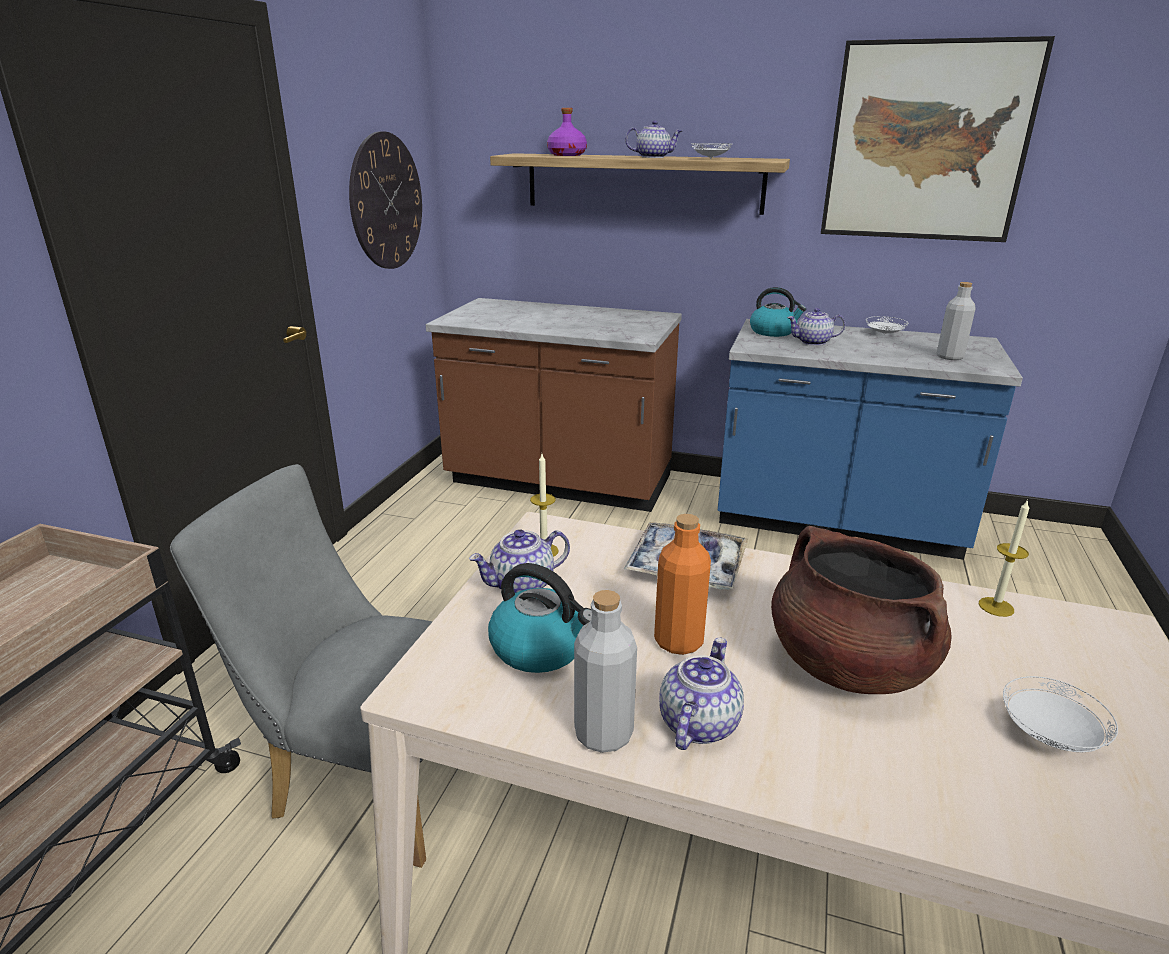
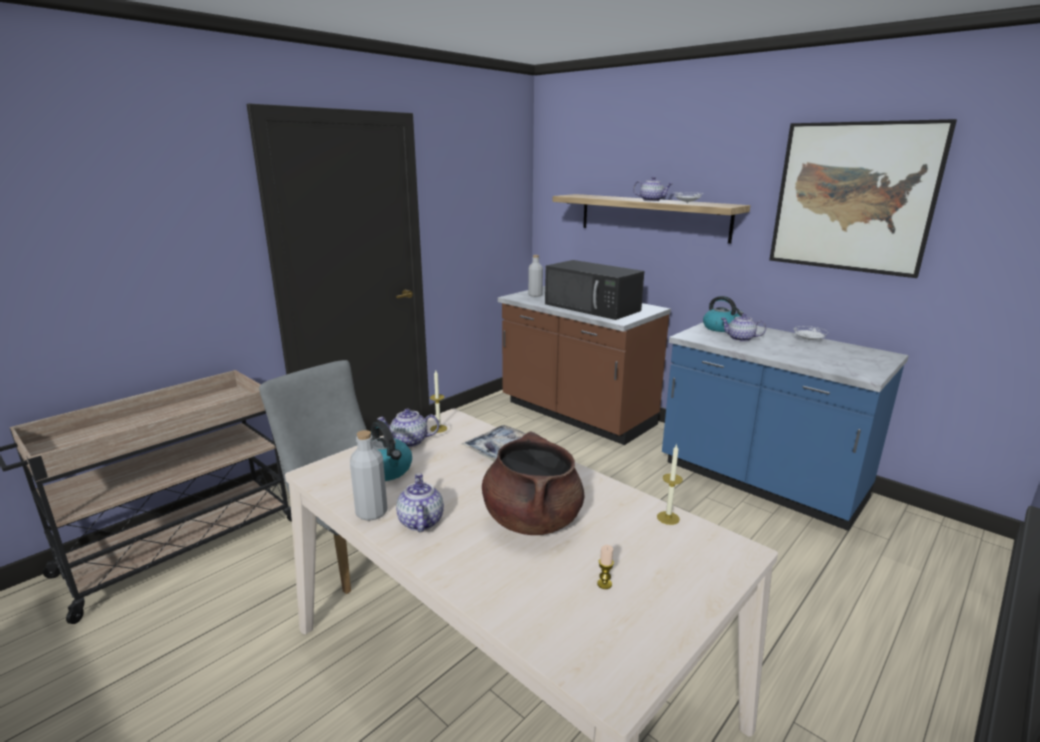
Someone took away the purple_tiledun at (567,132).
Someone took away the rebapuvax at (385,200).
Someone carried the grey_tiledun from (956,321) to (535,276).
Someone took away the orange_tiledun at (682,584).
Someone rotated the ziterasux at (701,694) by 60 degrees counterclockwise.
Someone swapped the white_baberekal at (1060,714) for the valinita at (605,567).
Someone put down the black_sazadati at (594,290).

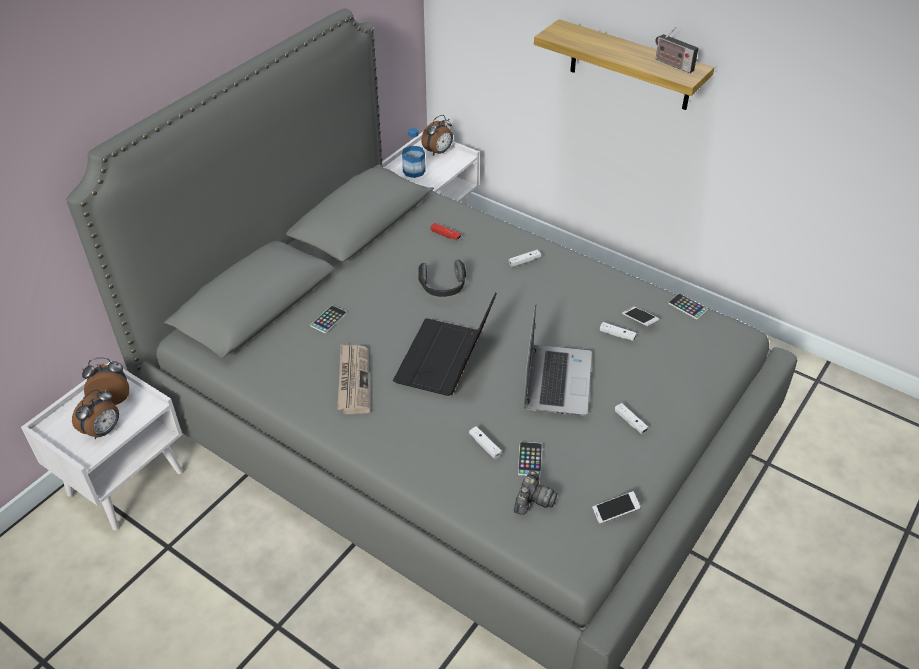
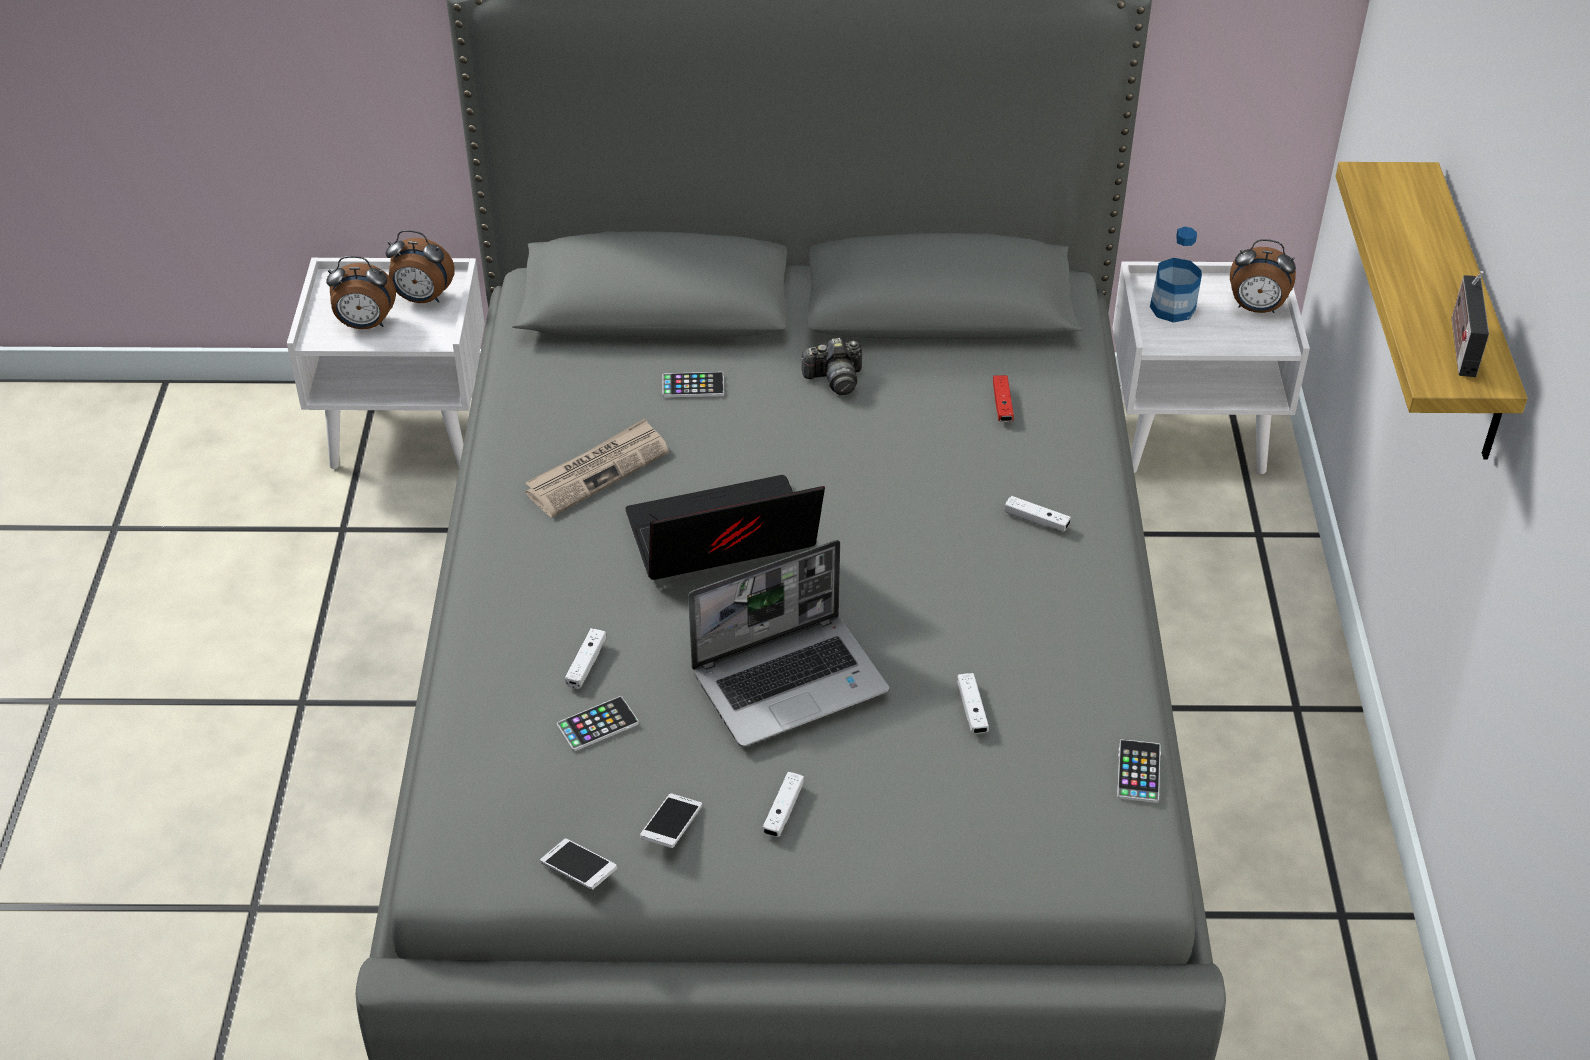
Someone took away the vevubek at (442,278).
Someone carried the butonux from (640,316) to (671,820).
Someone rotated the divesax at (105,381) by 150 degrees clockwise.
Someone carried the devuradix from (535,493) to (831,366).

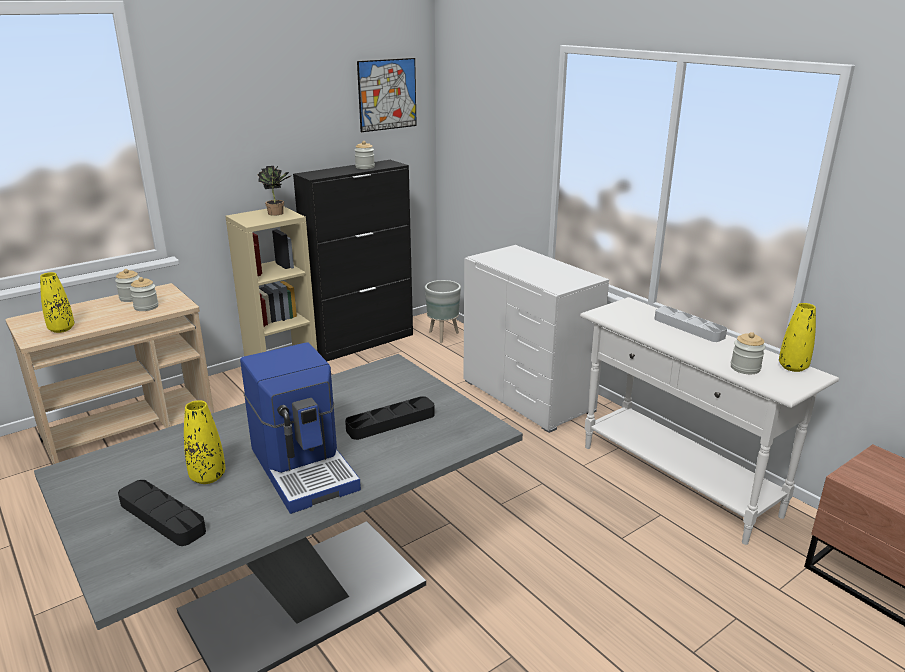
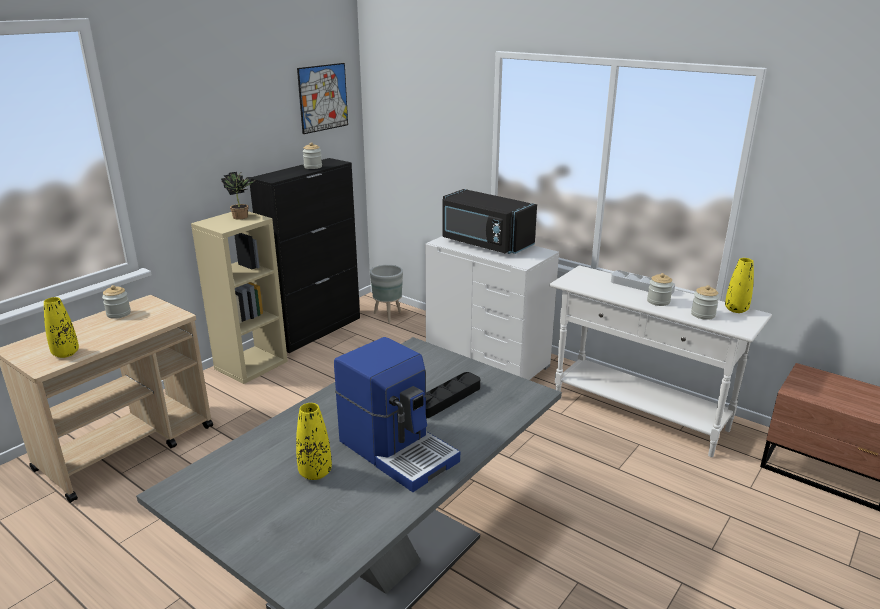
Someone carried the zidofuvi from (144,294) to (660,289).
Someone took away the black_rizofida at (162,513).
Someone put down the black_sazadati at (489,221).

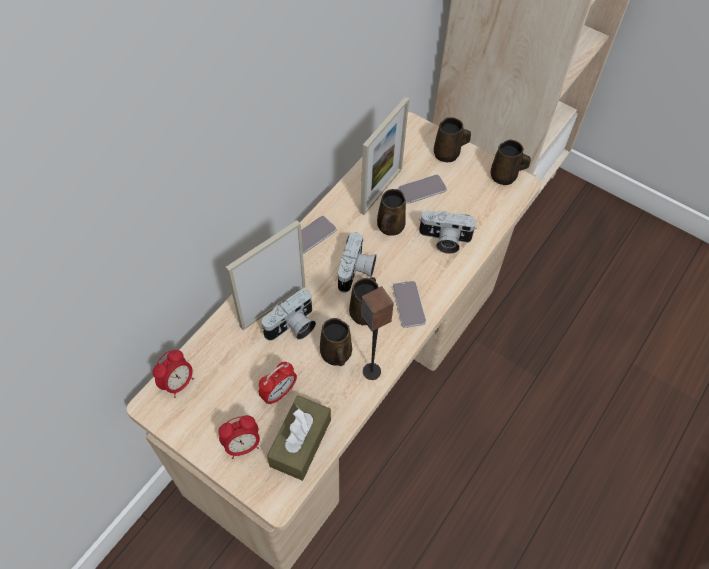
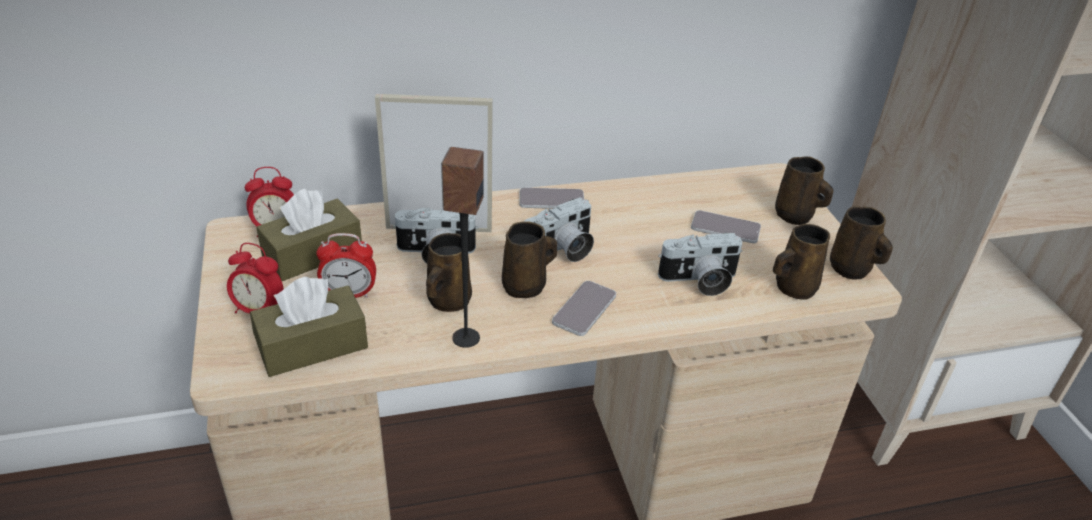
Someone took away the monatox at (384,156).
Someone carried the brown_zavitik from (391,212) to (801,262).
Someone rotated the devuradix at (448,232) by 60 degrees counterclockwise.
Someone put down the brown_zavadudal at (309,235).

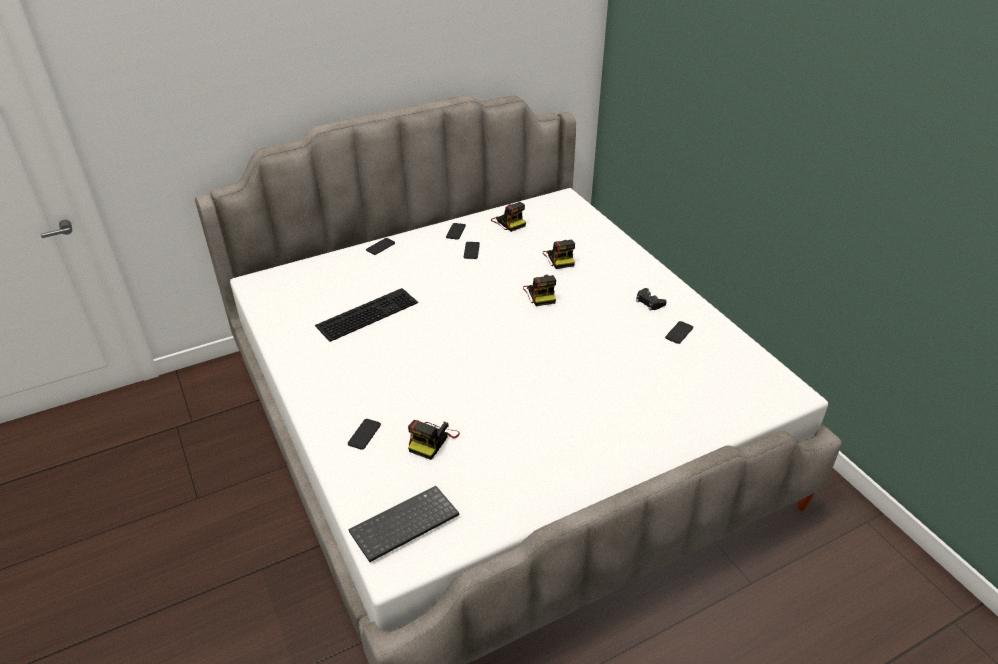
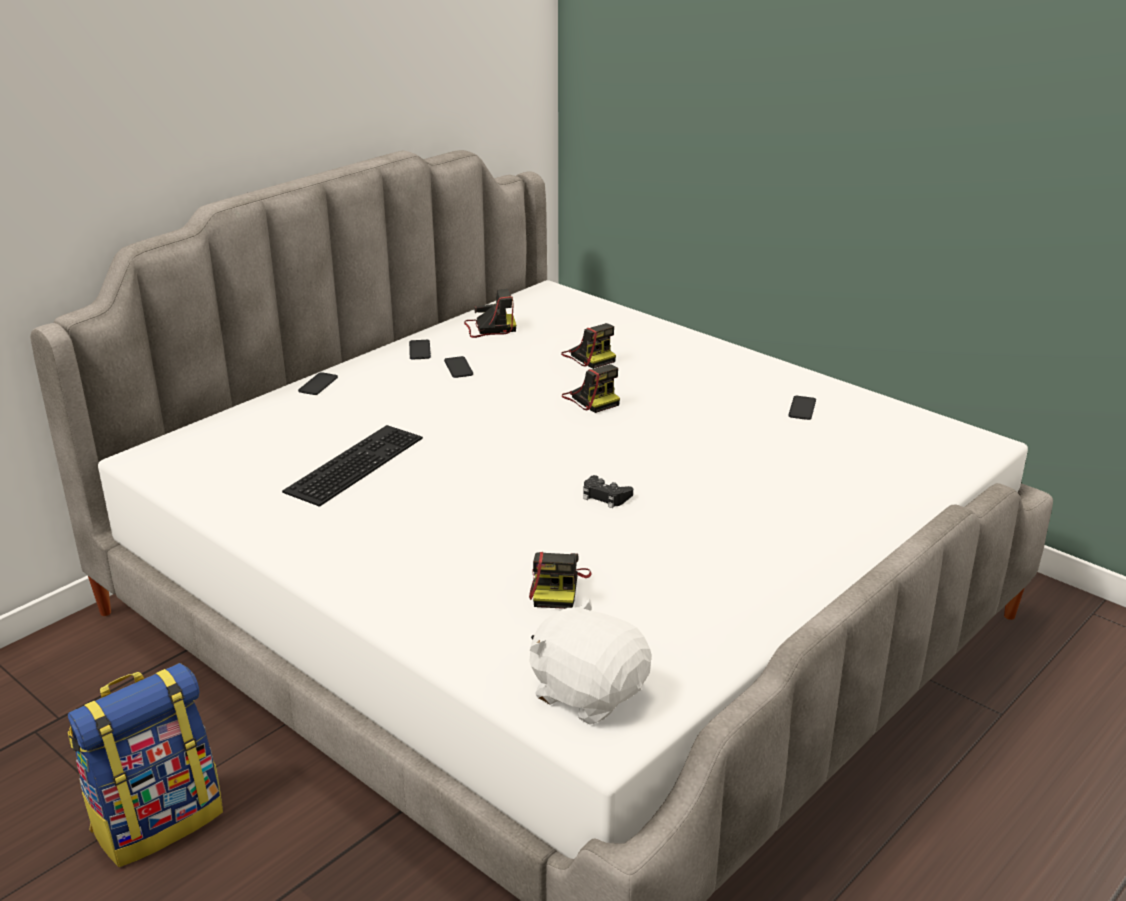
Someone rotated the devuradix at (508,217) by 45 degrees counterclockwise.
Someone carried the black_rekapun from (651,299) to (608,491).
Someone took away the butonux at (364,434).
Someone swapped the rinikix at (403,524) for the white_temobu at (591,661).
Someone put down the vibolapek at (145,765).

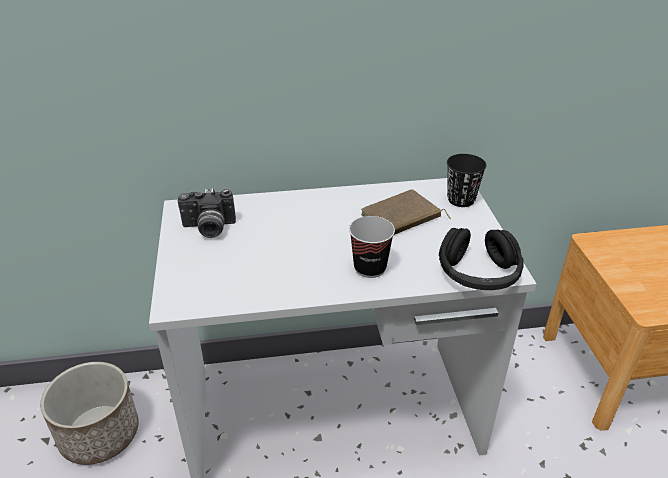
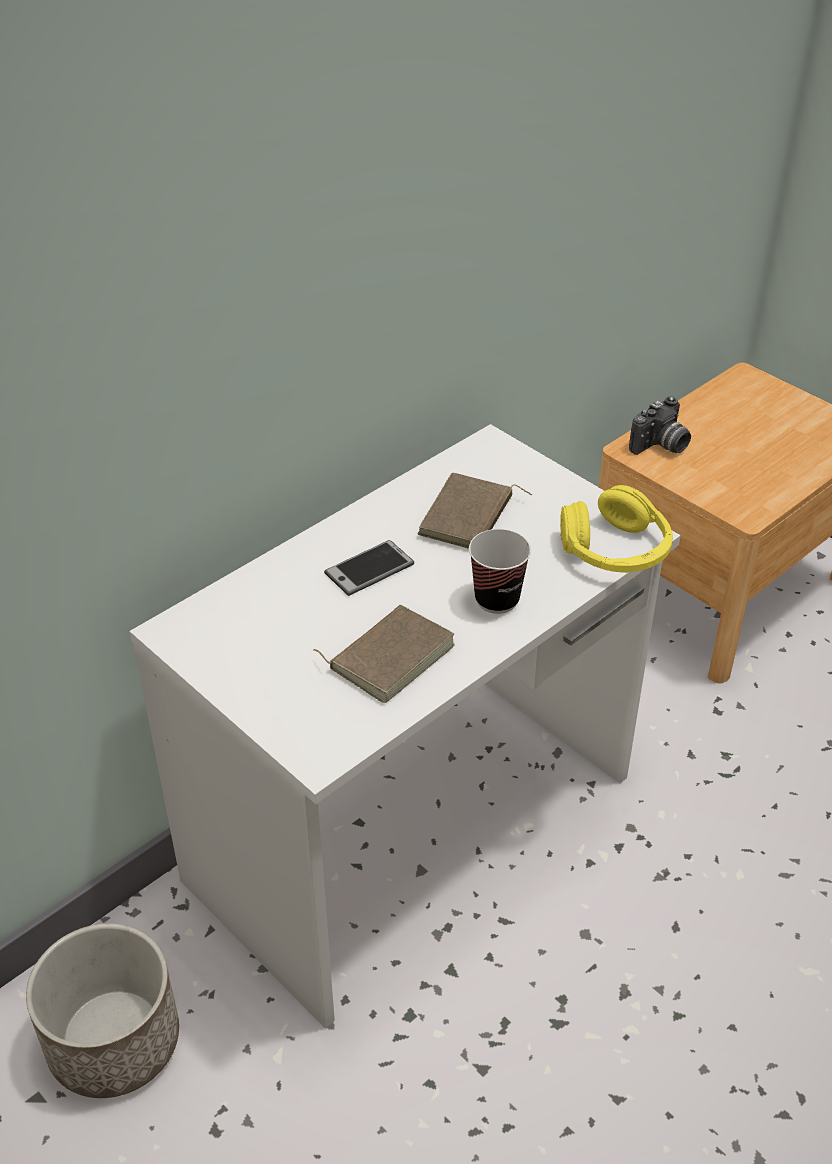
Someone took away the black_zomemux at (467,180).
Someone carried the devuradix from (207,213) to (660,426).
Someone repainted the black_vevubek at (481,259), which became the yellow_vevubek at (616,529).
Someone put down the butonux at (369,568).
Someone put down the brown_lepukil at (384,654).

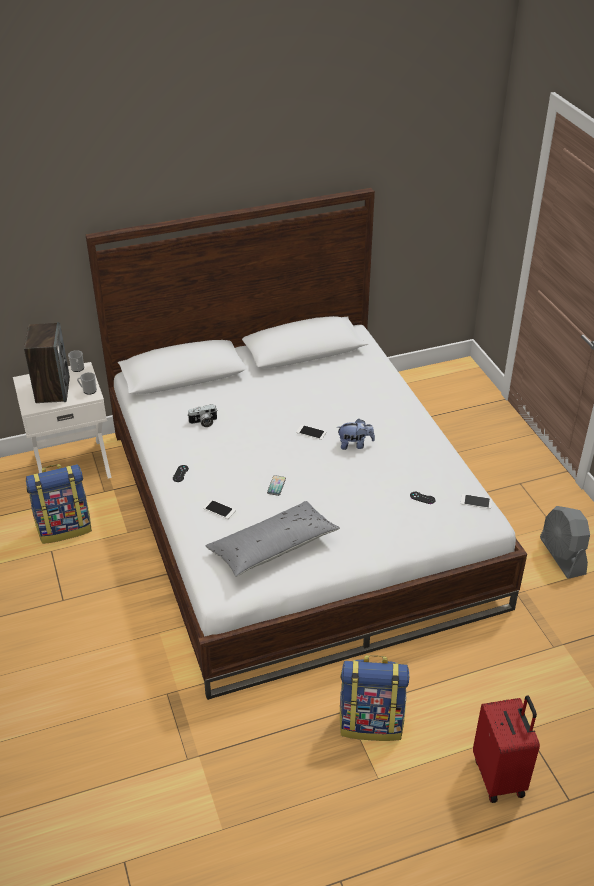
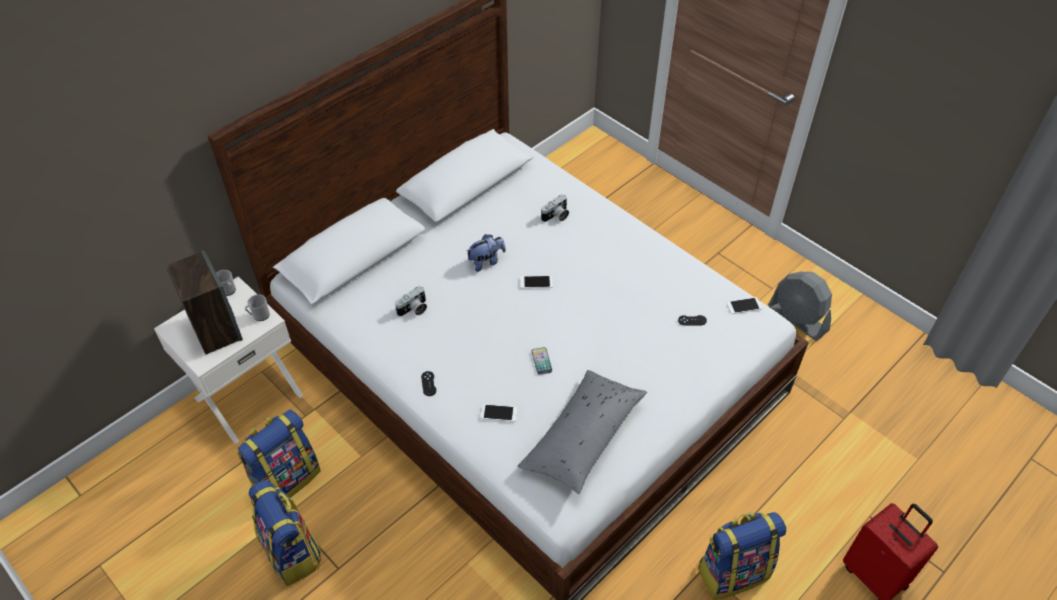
Someone carried the temobu from (356,434) to (486,253).
Someone put down the devuradix at (555,208).
Someone put down the vibolapek at (285,533).

